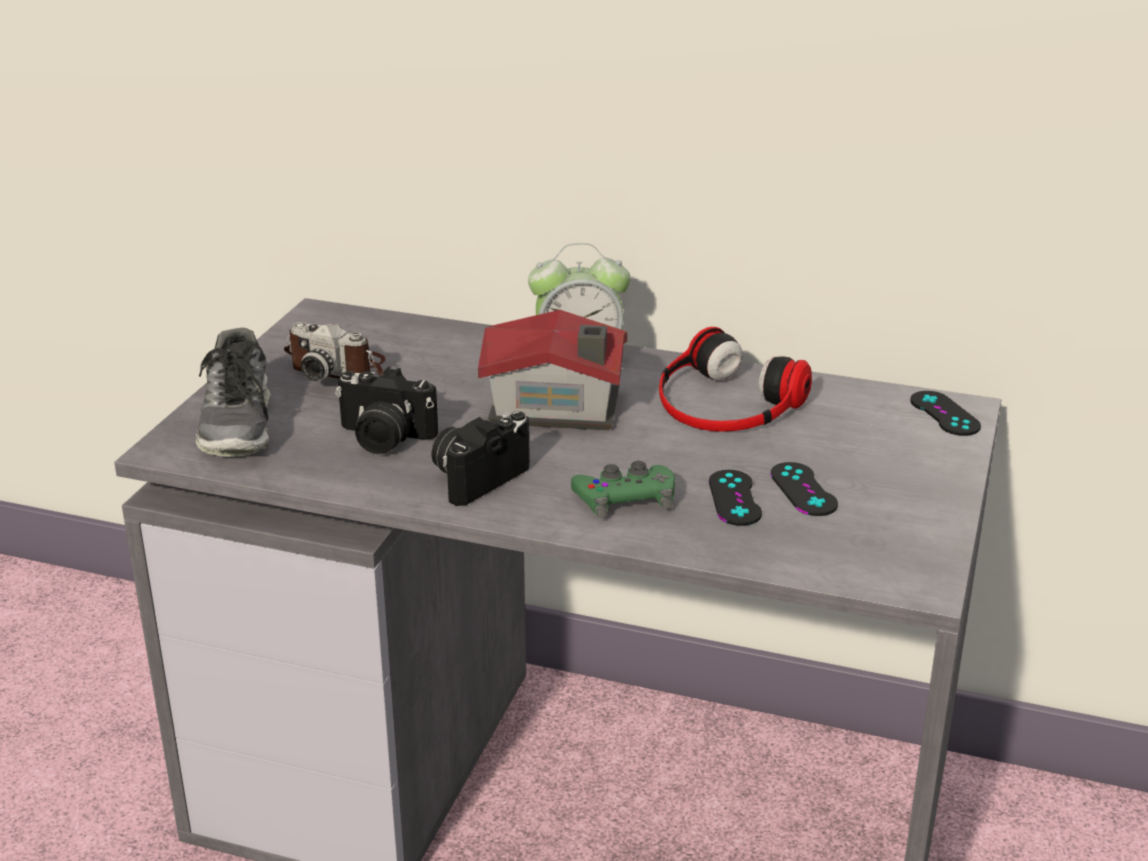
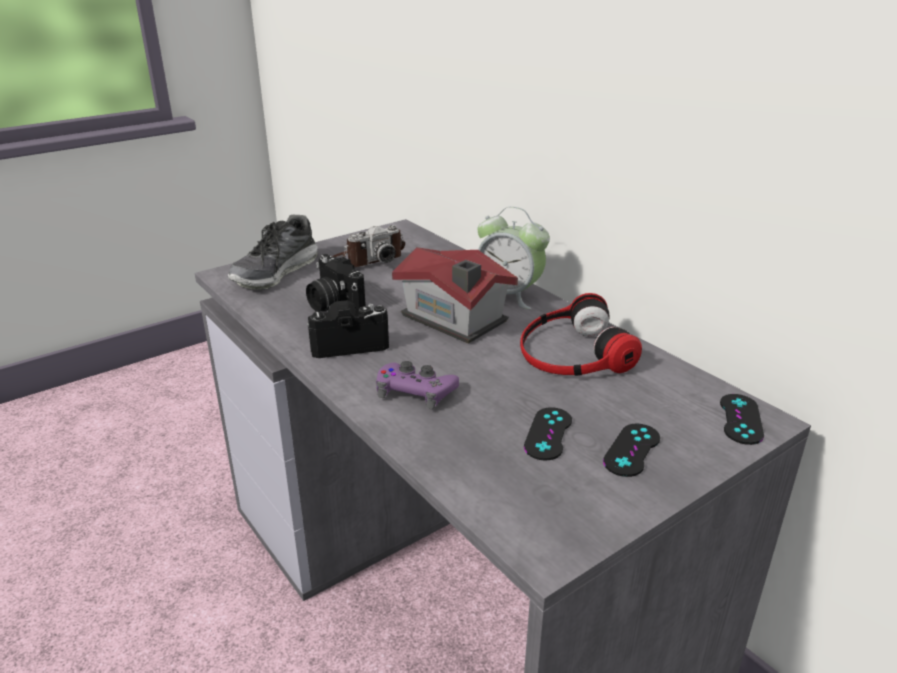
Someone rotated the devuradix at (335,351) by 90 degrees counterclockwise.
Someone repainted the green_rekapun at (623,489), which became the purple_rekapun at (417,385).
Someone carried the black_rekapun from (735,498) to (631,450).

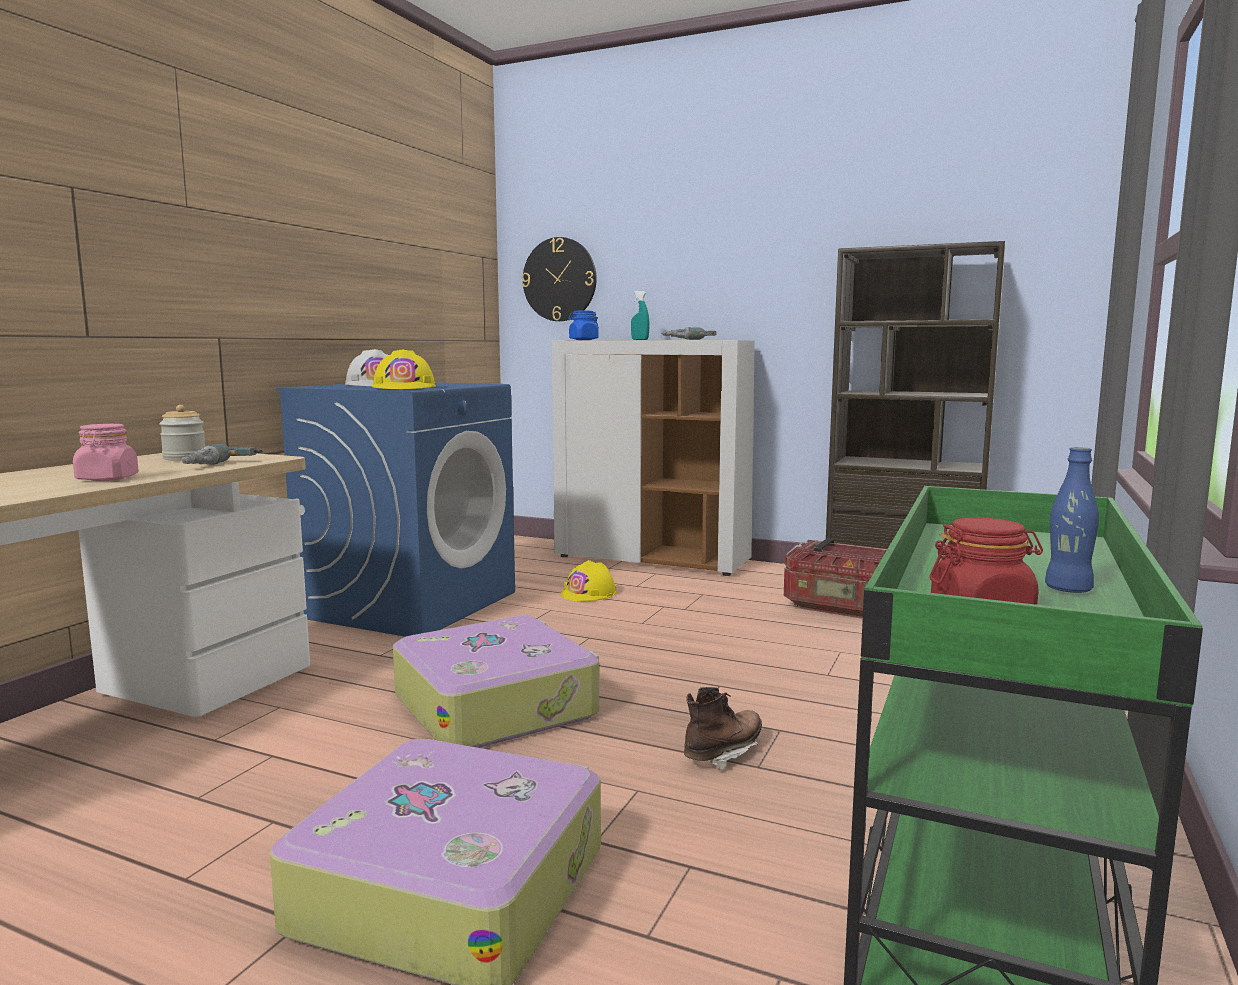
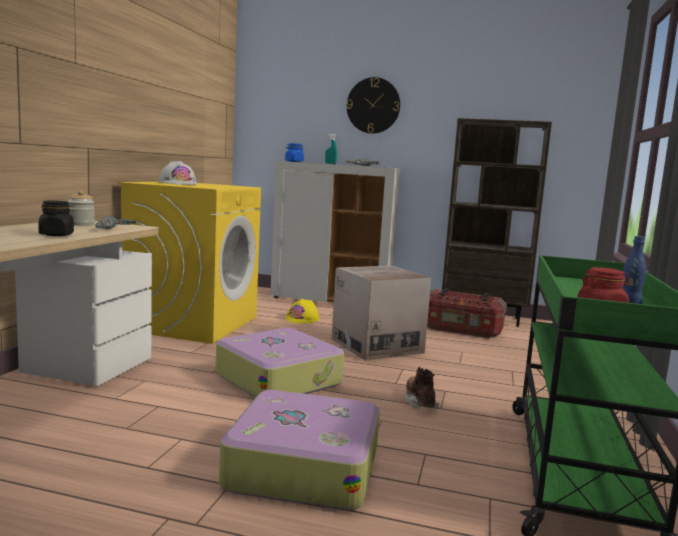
Someone carried the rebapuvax from (559,279) to (373,105).
Someone took away the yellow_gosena at (404,369).
Someone repainted the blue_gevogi at (395,509), which became the yellow_gevogi at (189,263).
Someone repainted the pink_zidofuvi at (106,452), which became the black_zidofuvi at (56,218).
Someone rotated the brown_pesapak at (723,728) by 45 degrees counterclockwise.
Someone put down the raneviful at (381,313).

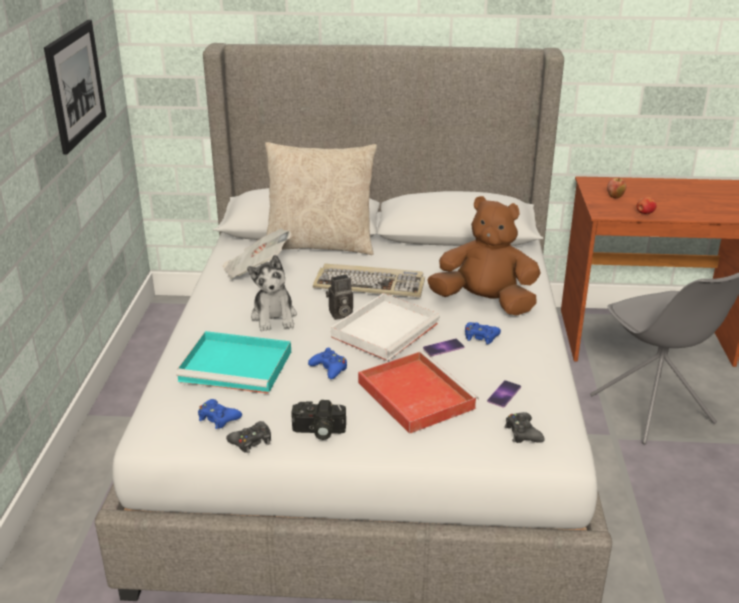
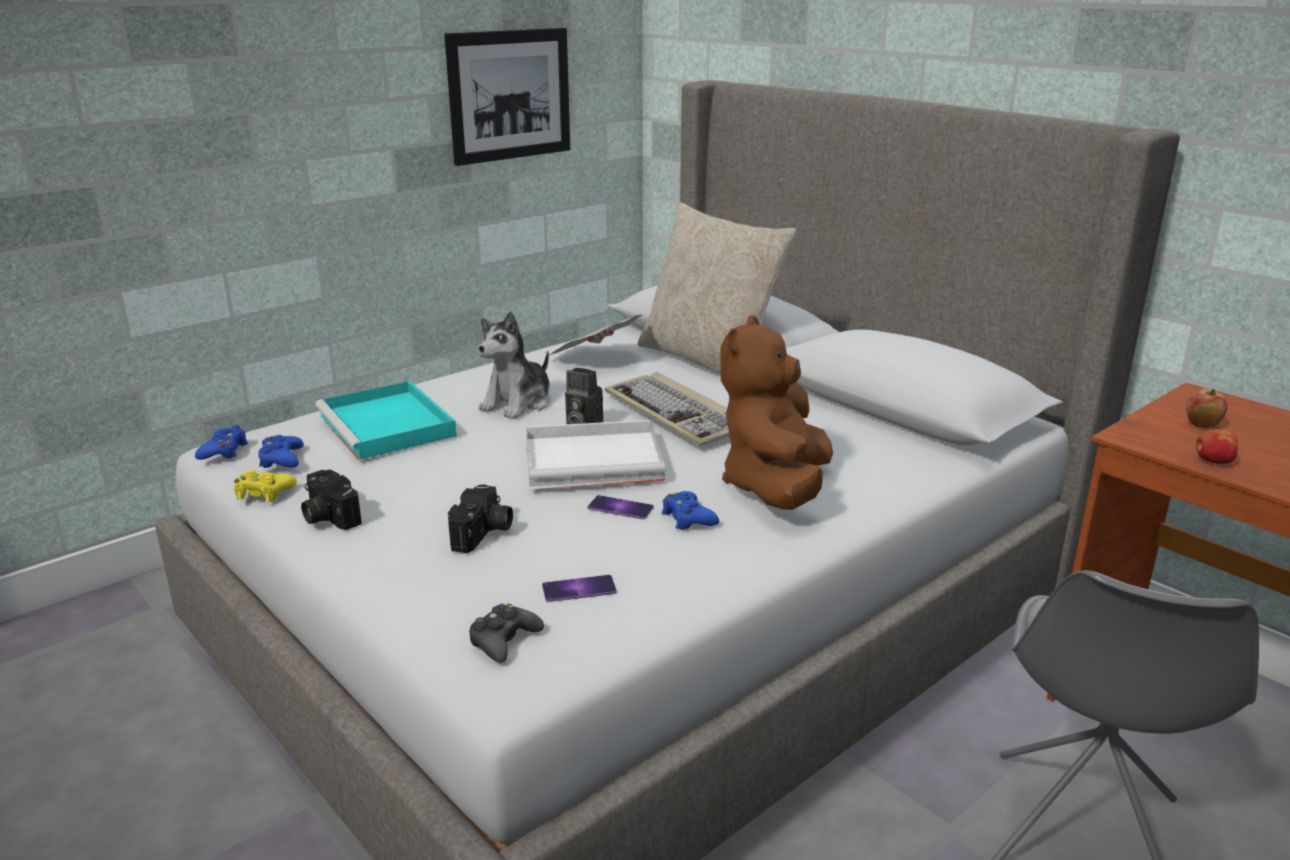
Someone rotated the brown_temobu at (484,256) by 135 degrees counterclockwise.
Someone carried the blue_rekapun from (327,363) to (221,442).
Someone swapped the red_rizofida at (418,392) for the devuradix at (480,519).
Someone repainted the black_rekapun at (248,437), which became the yellow_rekapun at (265,486).

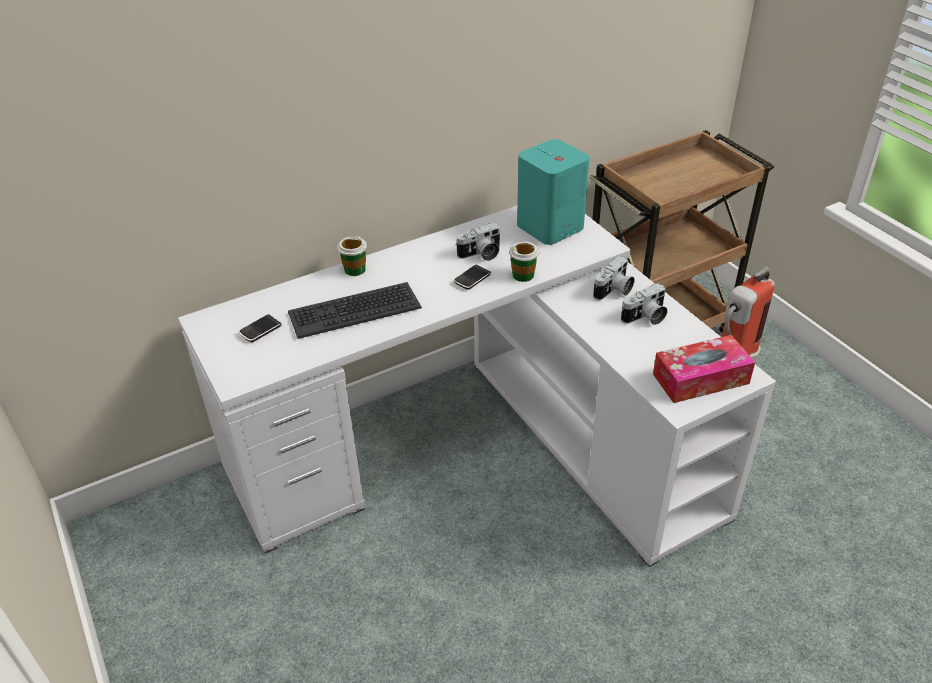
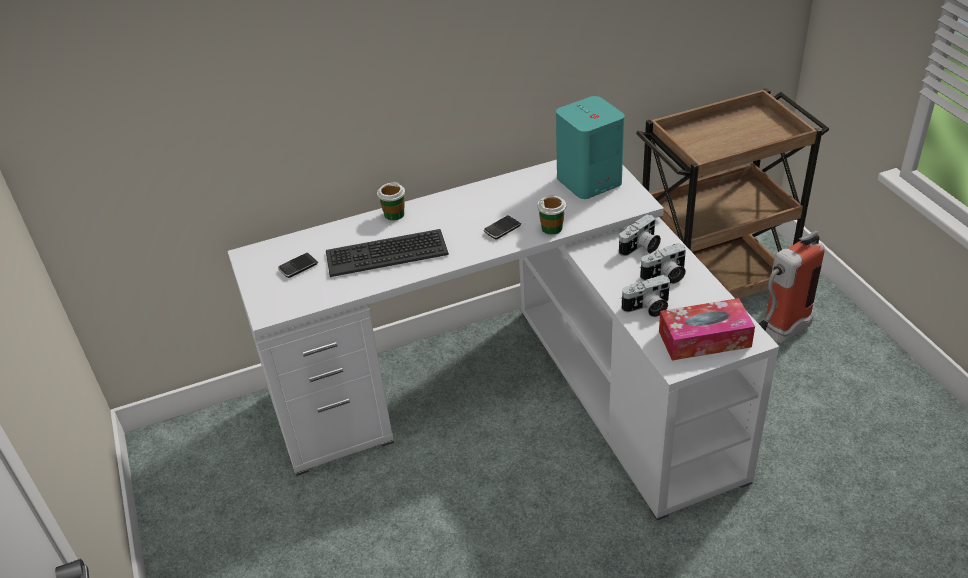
Someone carried the devuradix from (478,241) to (645,296).

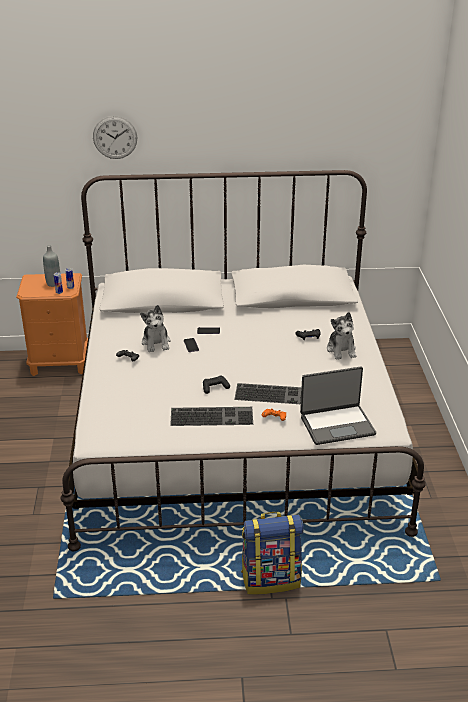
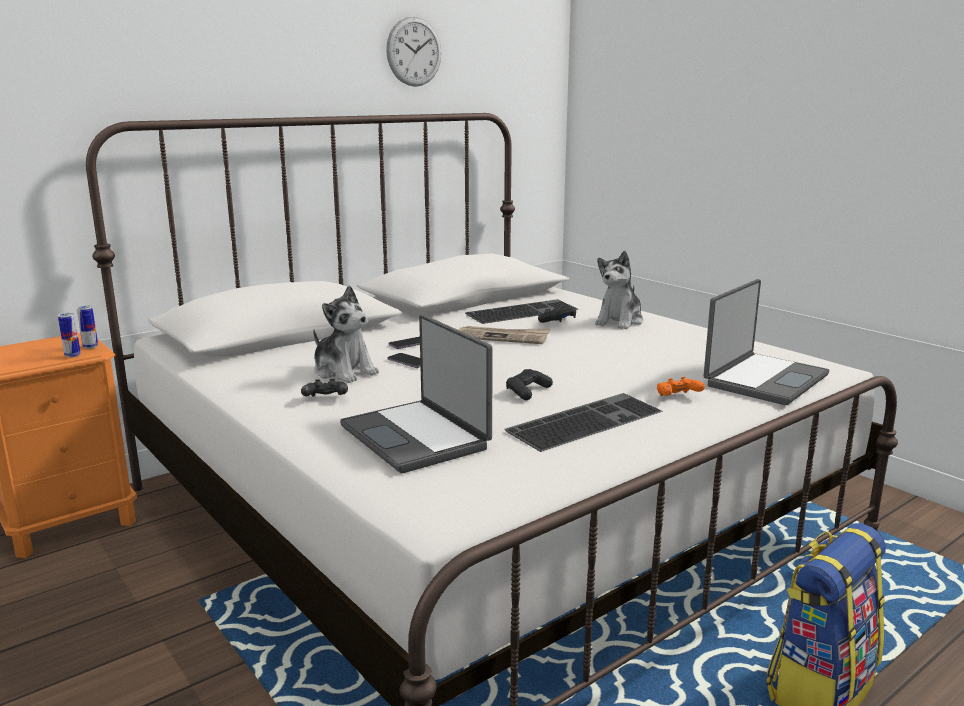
Someone carried the rebapuvax from (115,137) to (413,52).
Someone took away the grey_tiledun at (51,266).
Someone rotated the temobu at (341,336) by 75 degrees clockwise.
Someone carried the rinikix from (268,393) to (521,311).
Someone put down the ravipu at (416,394).
Someone put down the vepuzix at (505,335).

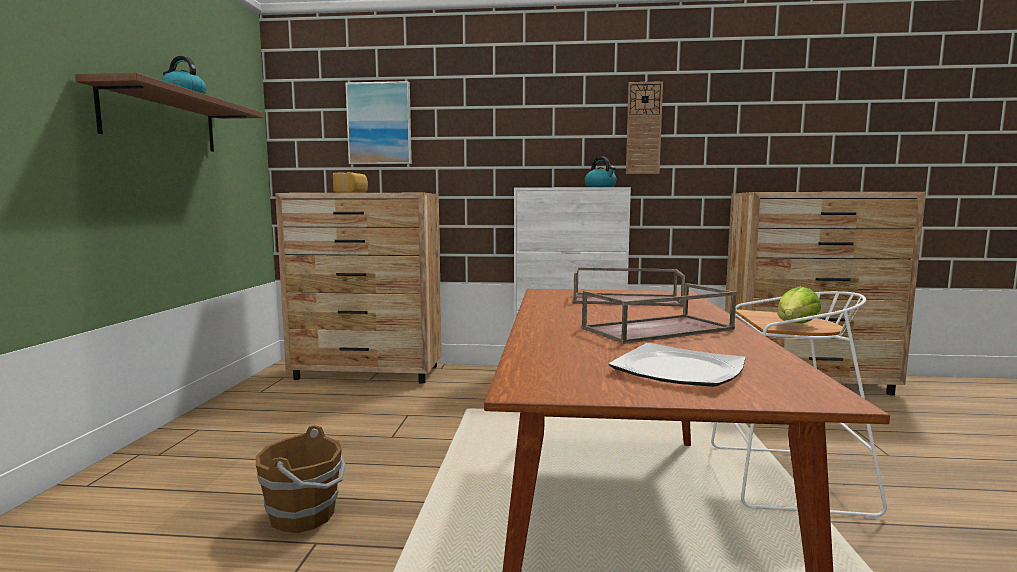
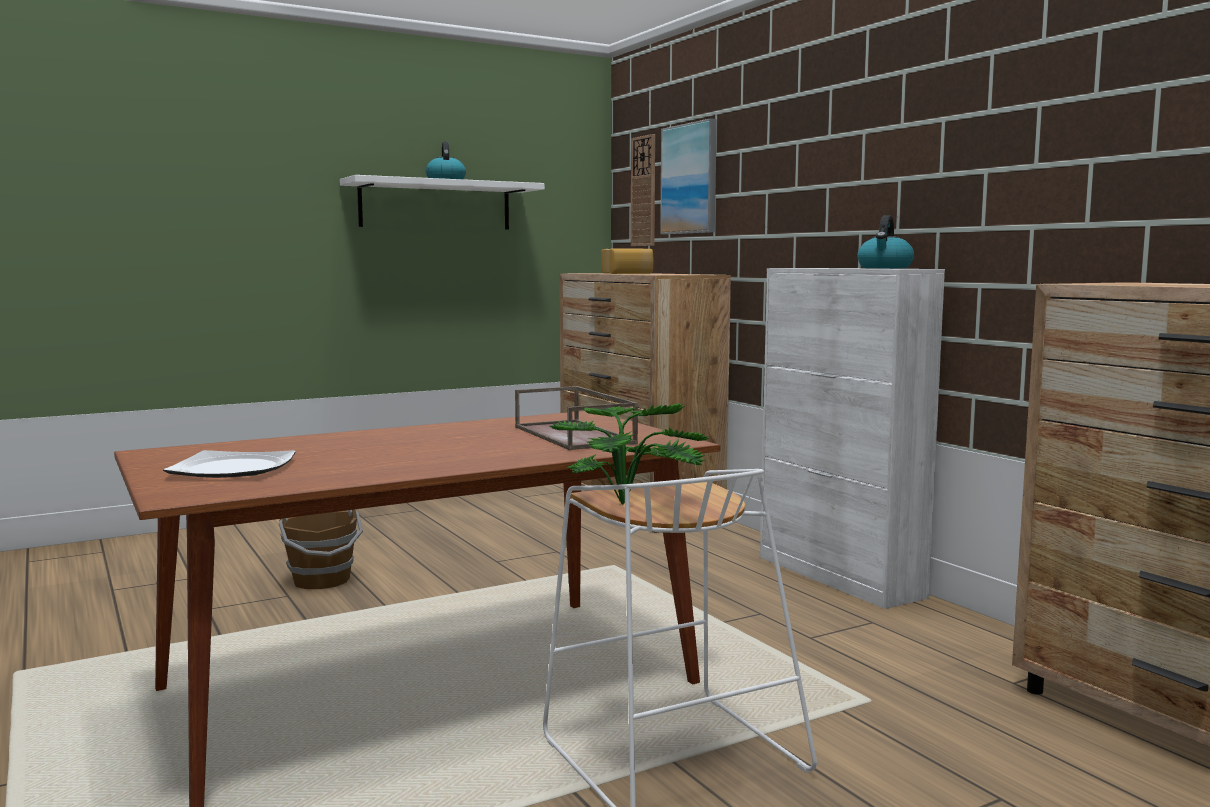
Someone repainted the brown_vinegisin at (169,112), which became the white_vinegisin at (442,202).
Someone carried the rebapuvax from (644,127) to (643,190).
Someone took away the brown_rizofida at (659,313).
Someone swapped the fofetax at (799,304) for the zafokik at (629,453).

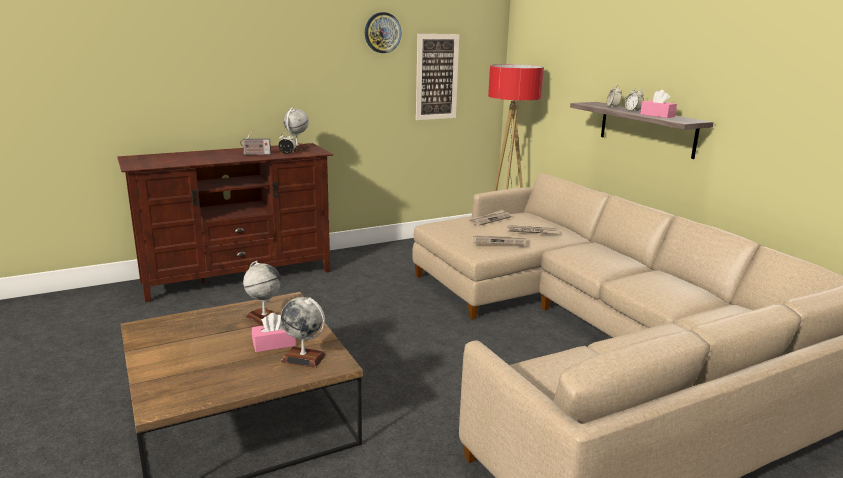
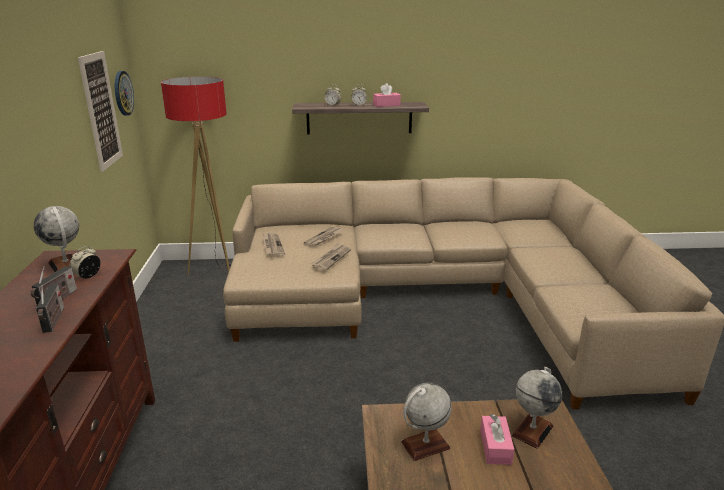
Someone carried the rebapuvax from (383,32) to (124,93).
Someone put down the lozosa at (50,308).

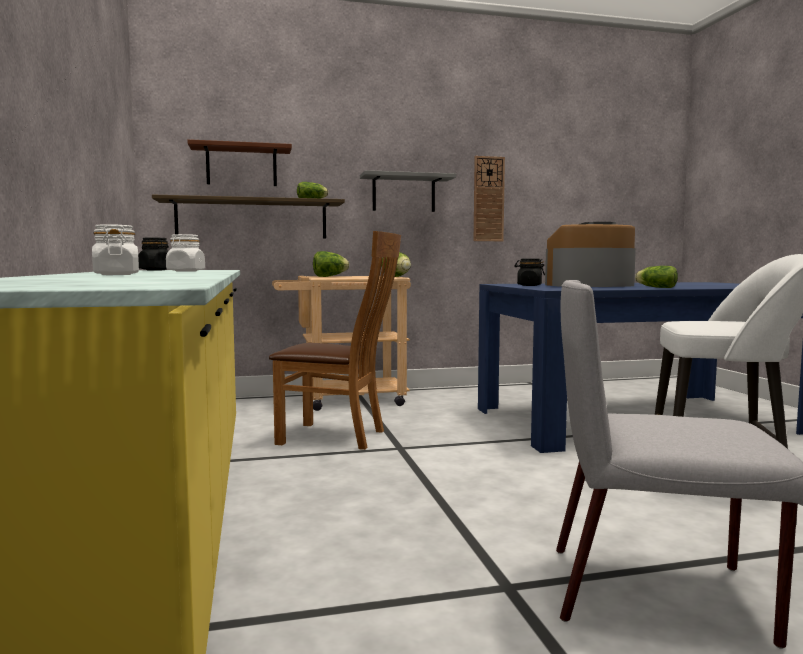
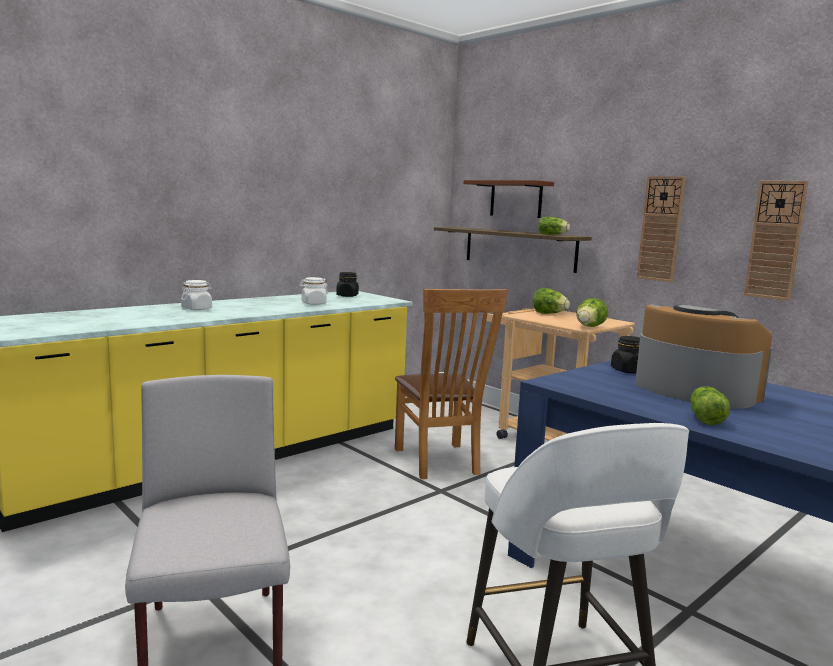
Someone swapped the grey_vinegisin at (408,191) for the rebapuvax at (661,229).

